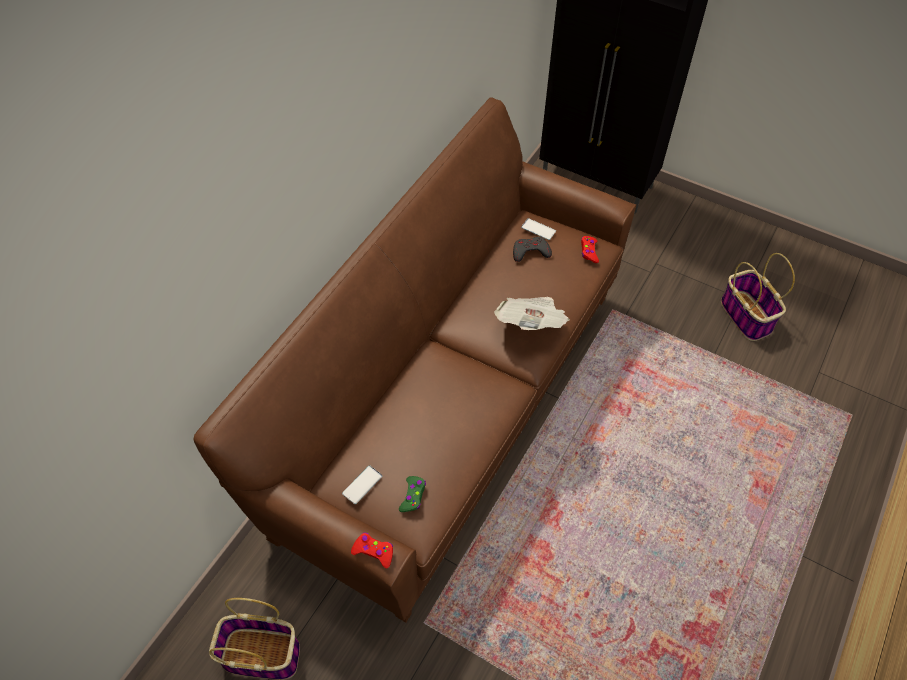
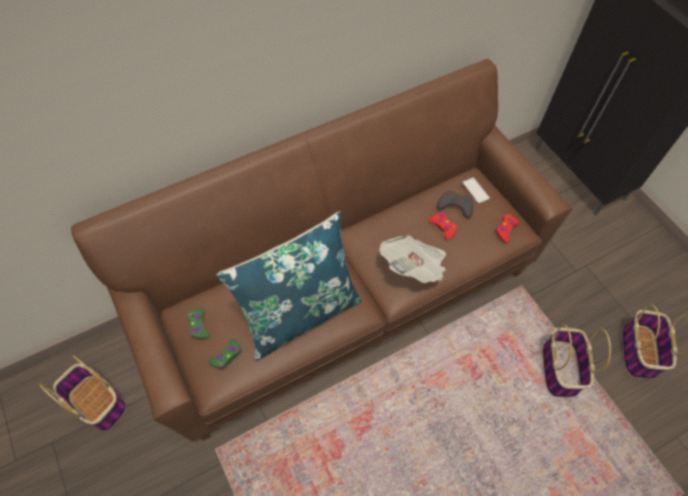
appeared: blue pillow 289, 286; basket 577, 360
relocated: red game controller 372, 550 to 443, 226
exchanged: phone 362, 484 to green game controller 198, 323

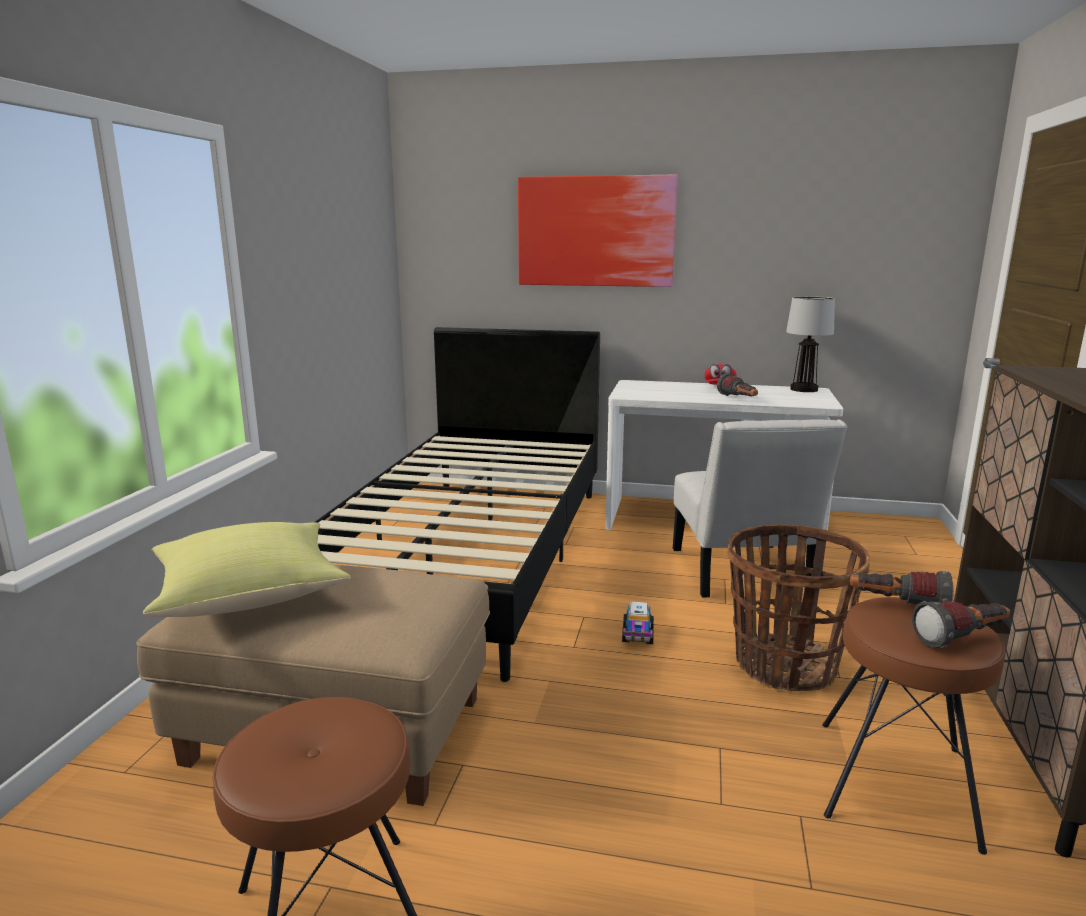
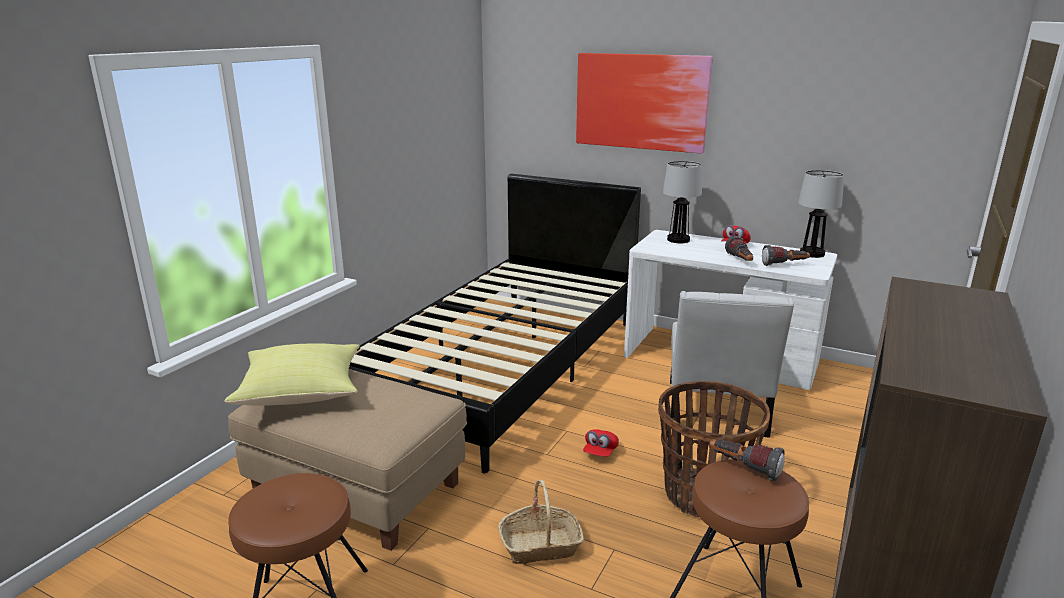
appeared: basket 541, 521; table lamp 682, 202
relocated: flashlight 961, 624 to 786, 255
exchanged: toy truck 638, 623 to red cap 601, 443

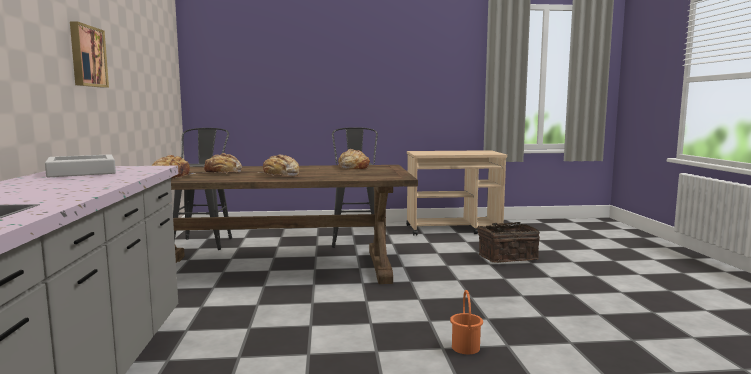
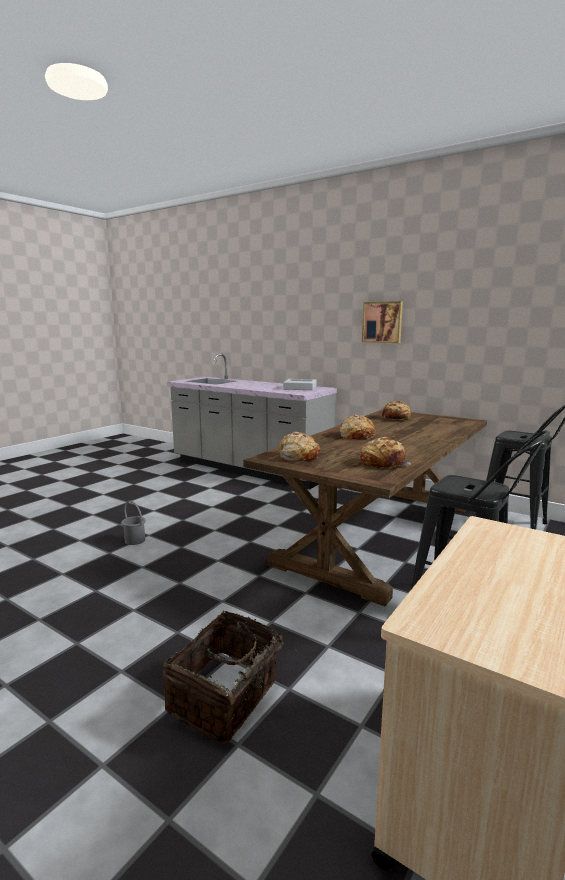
relocated: bread 222, 163 to 299, 447
colour: orange bucket 466, 322 to grey bucket 133, 523

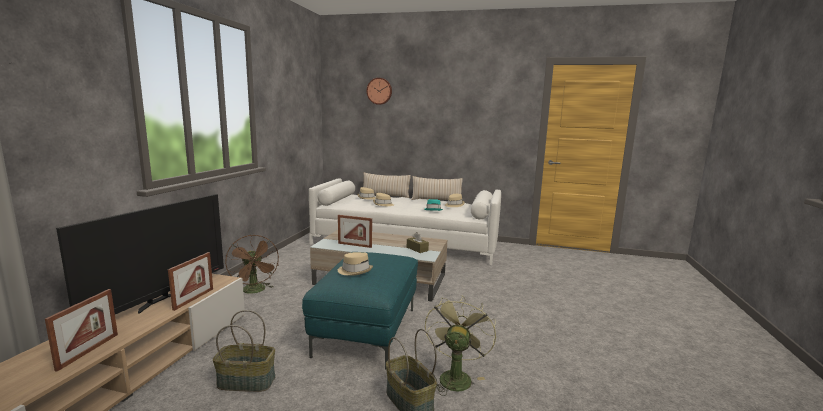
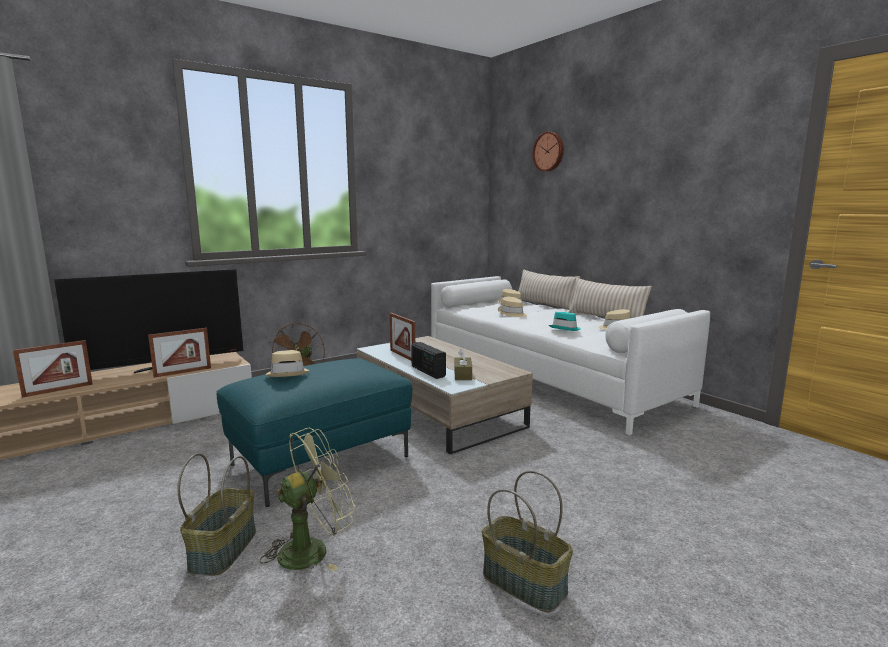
appeared: radio 428, 360
relocated: basket 244, 351 to 527, 541

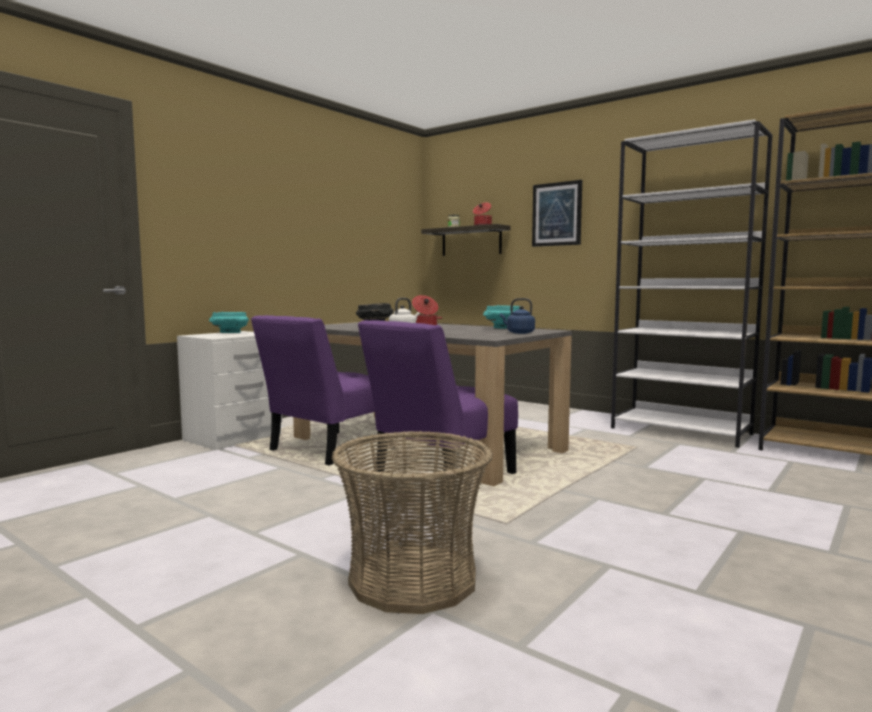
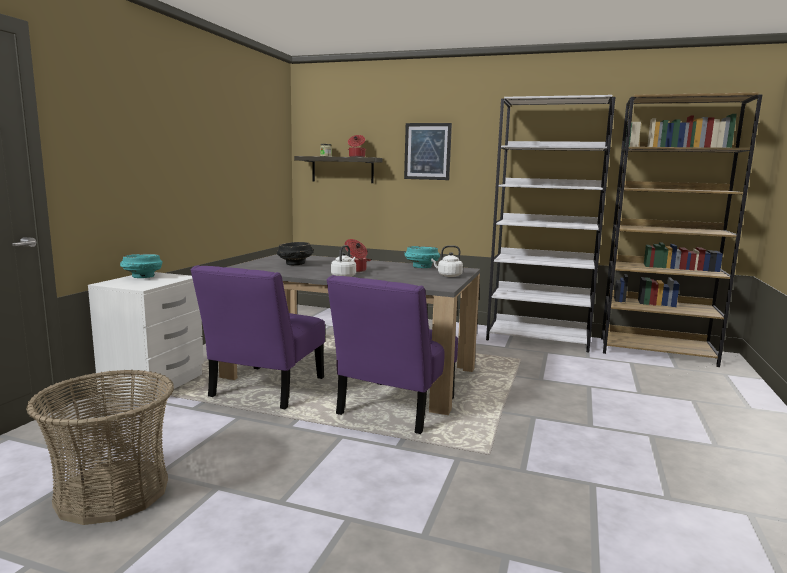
relocated: basket 412, 522 to 100, 447
colour: blue kettle 517, 316 to white kettle 447, 261

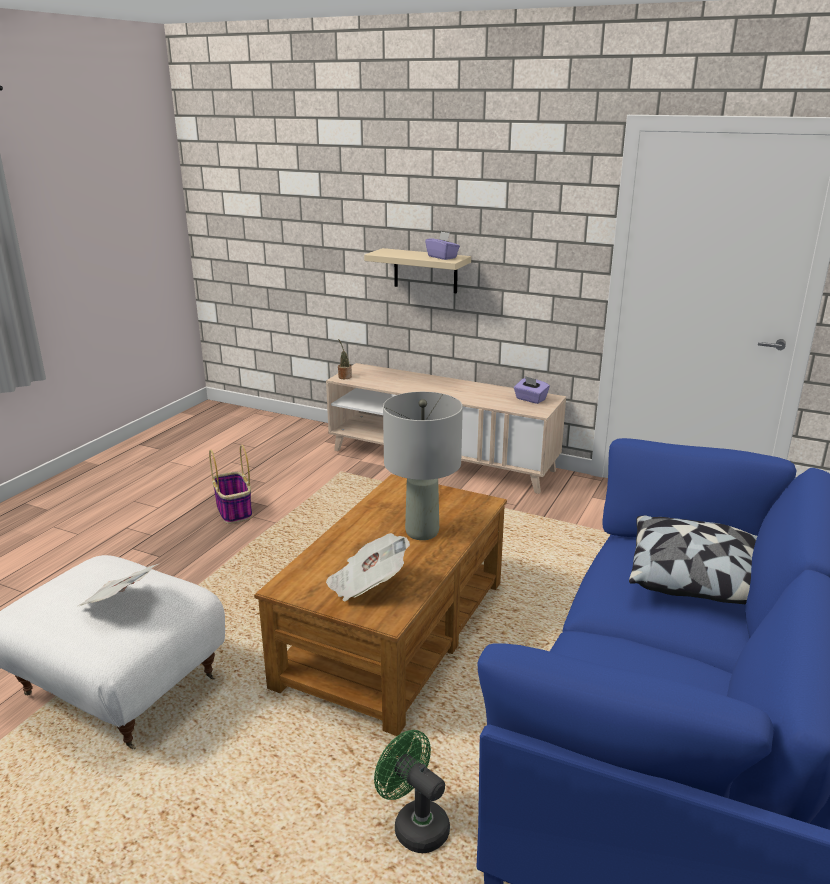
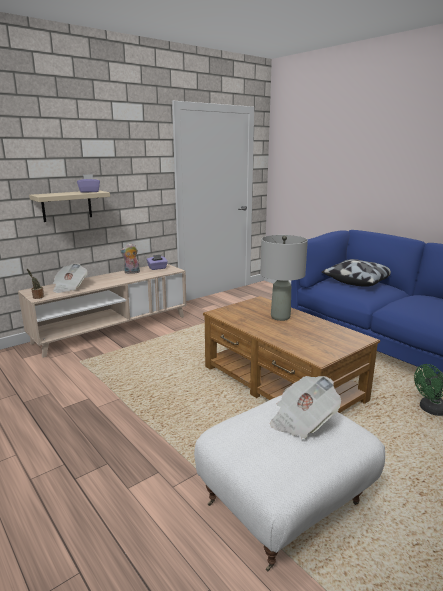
missing: basket 230, 484
appeared: plush toy 130, 258
relocated: newspaper 368, 567 to 70, 278

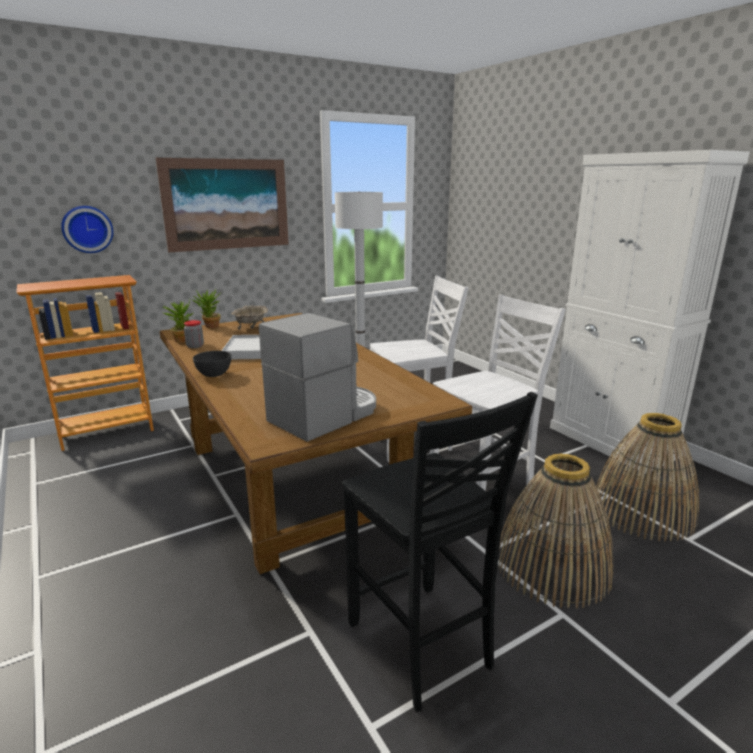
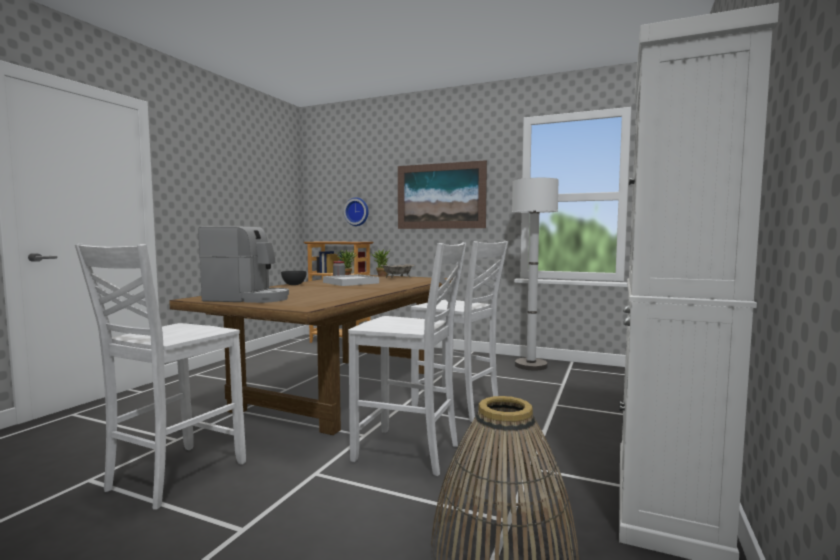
missing: basket 556, 531
colour: black chair 440, 552 to white chair 160, 376

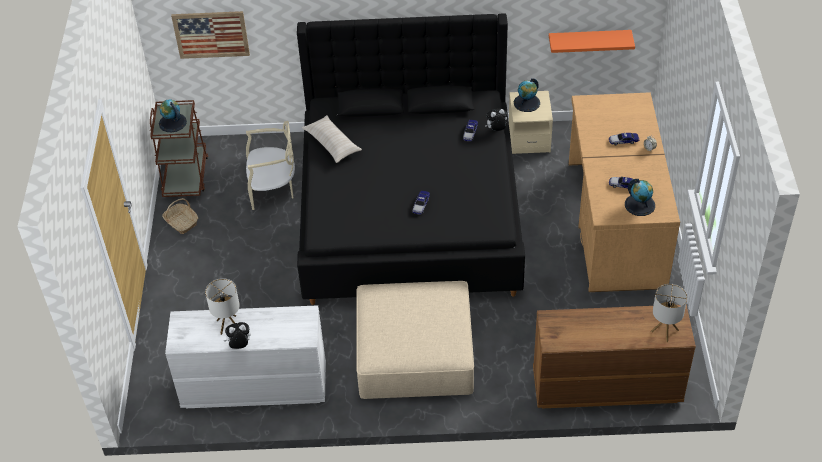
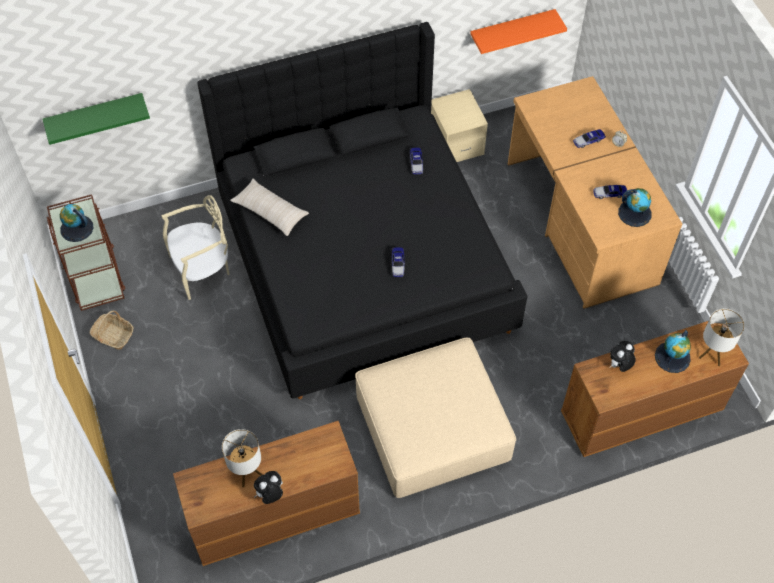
relocated: plush toy 496, 119 to 623, 356; globe 527, 95 to 673, 351
exchanged: picture 210, 35 to green shelf 96, 119
colour: white dresser 245, 356 to brown dresser 266, 493

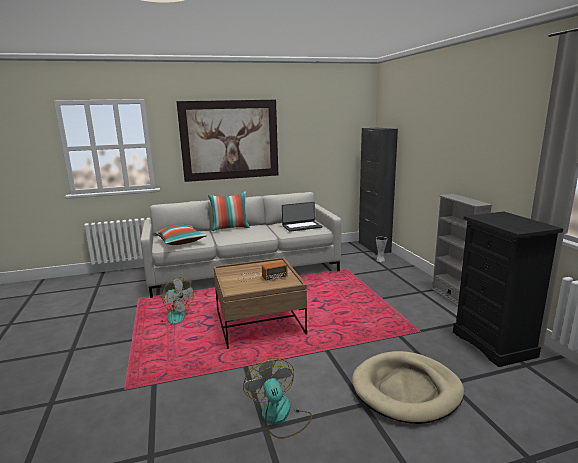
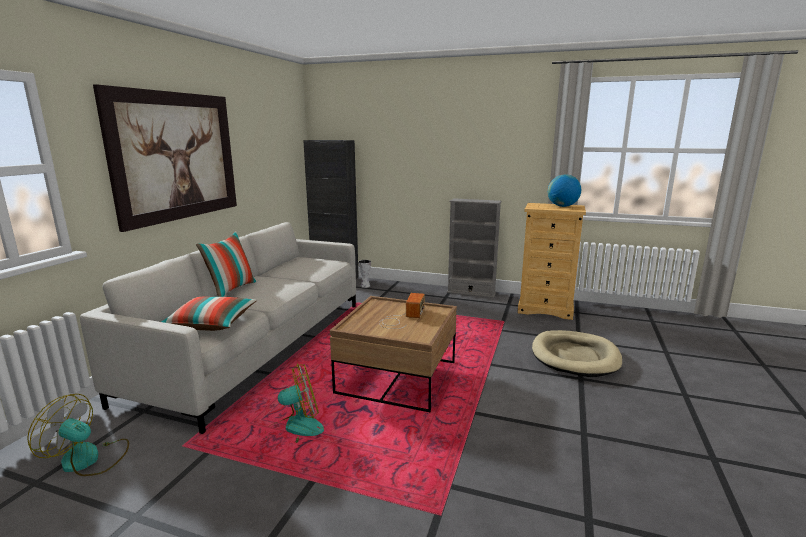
missing: laptop 302, 217
appeared: globe 564, 191
relocated: fan 277, 398 to 78, 435
colour: black dresser 508, 289 to beige dresser 551, 261

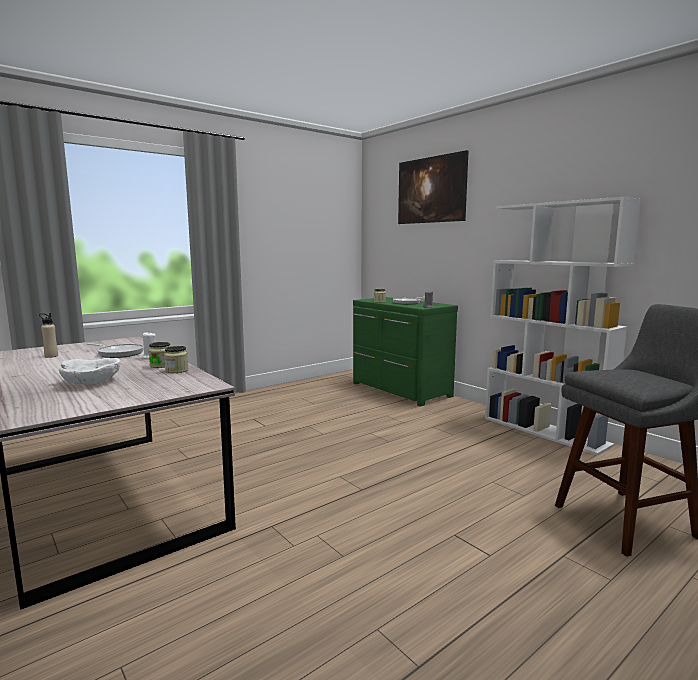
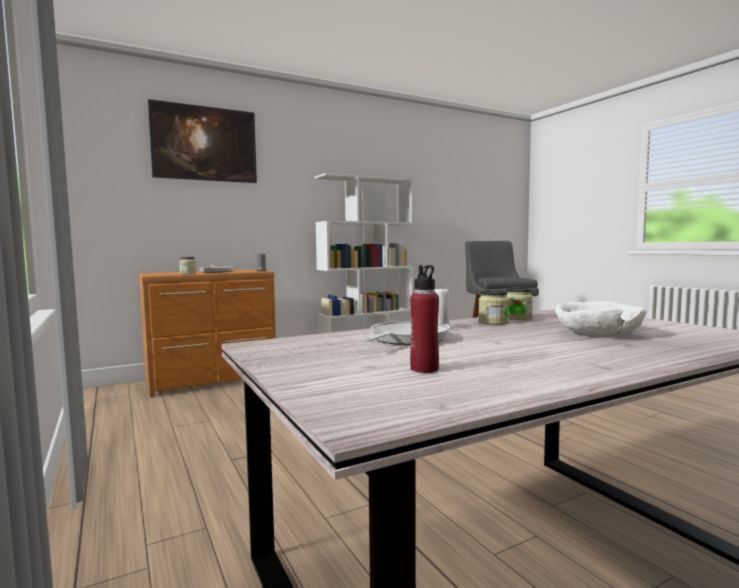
colour: beige bottle 48, 335 to red bottle 424, 319; green dresser 405, 352 to brown dresser 207, 333

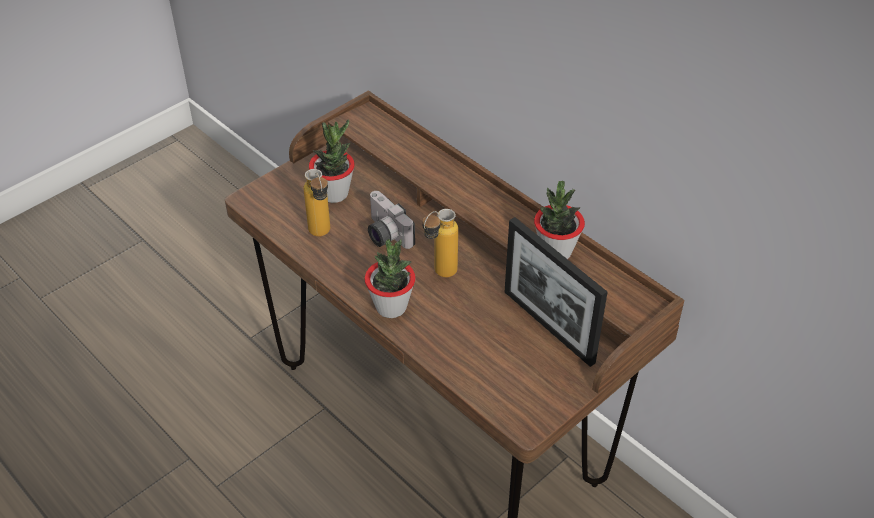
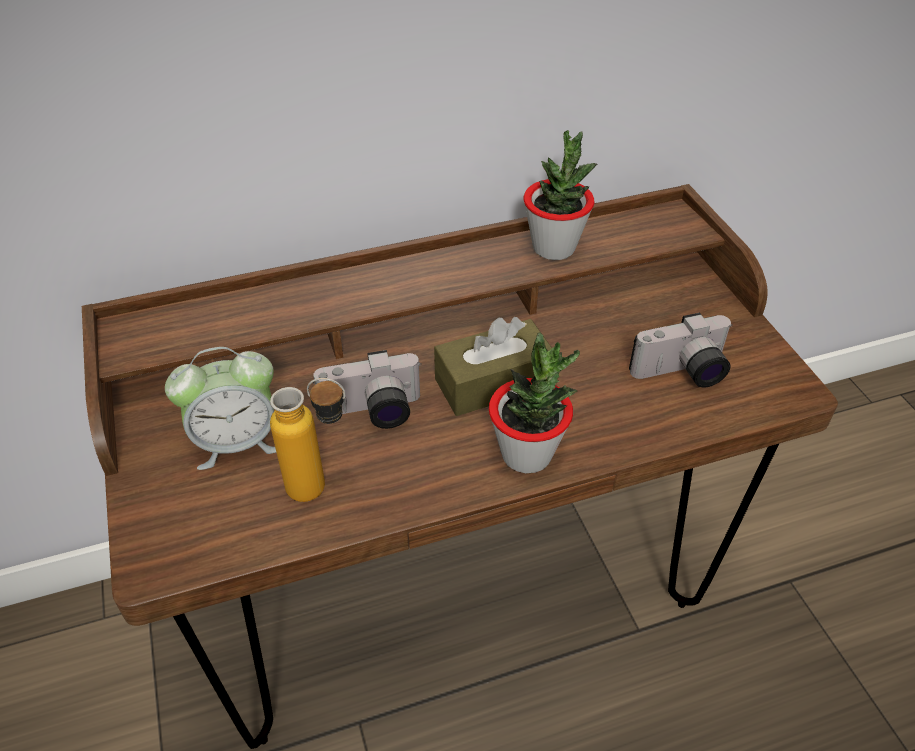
missing: picture frame 556, 292
appeared: photo camera 681, 350
exchanged: potted plant 332, 161 to alarm clock 220, 408; bottle 440, 243 to brown tissue box 493, 366

